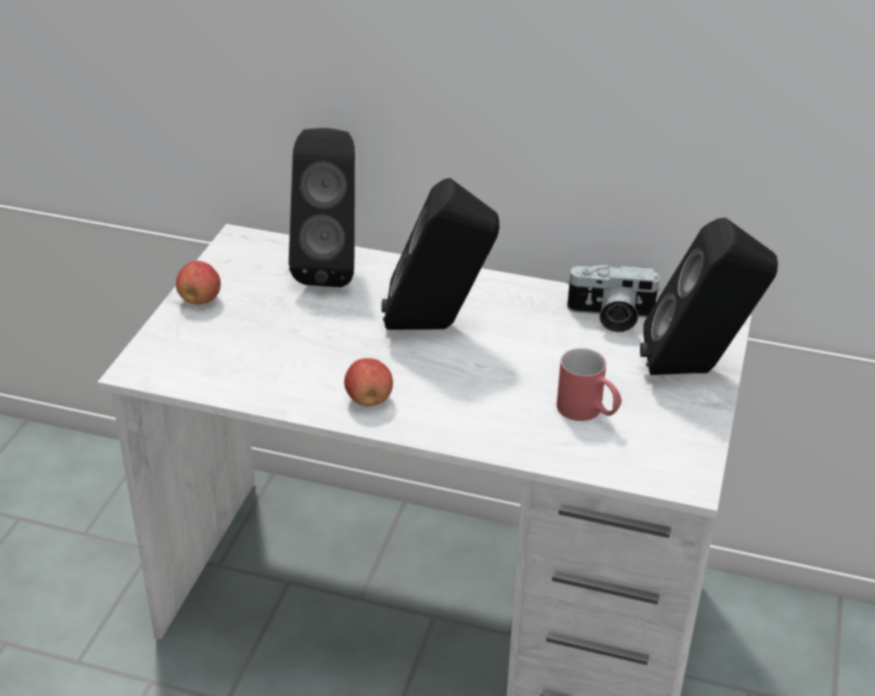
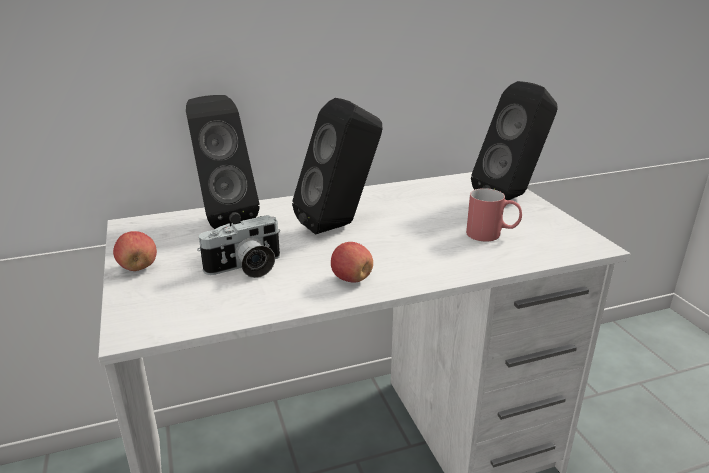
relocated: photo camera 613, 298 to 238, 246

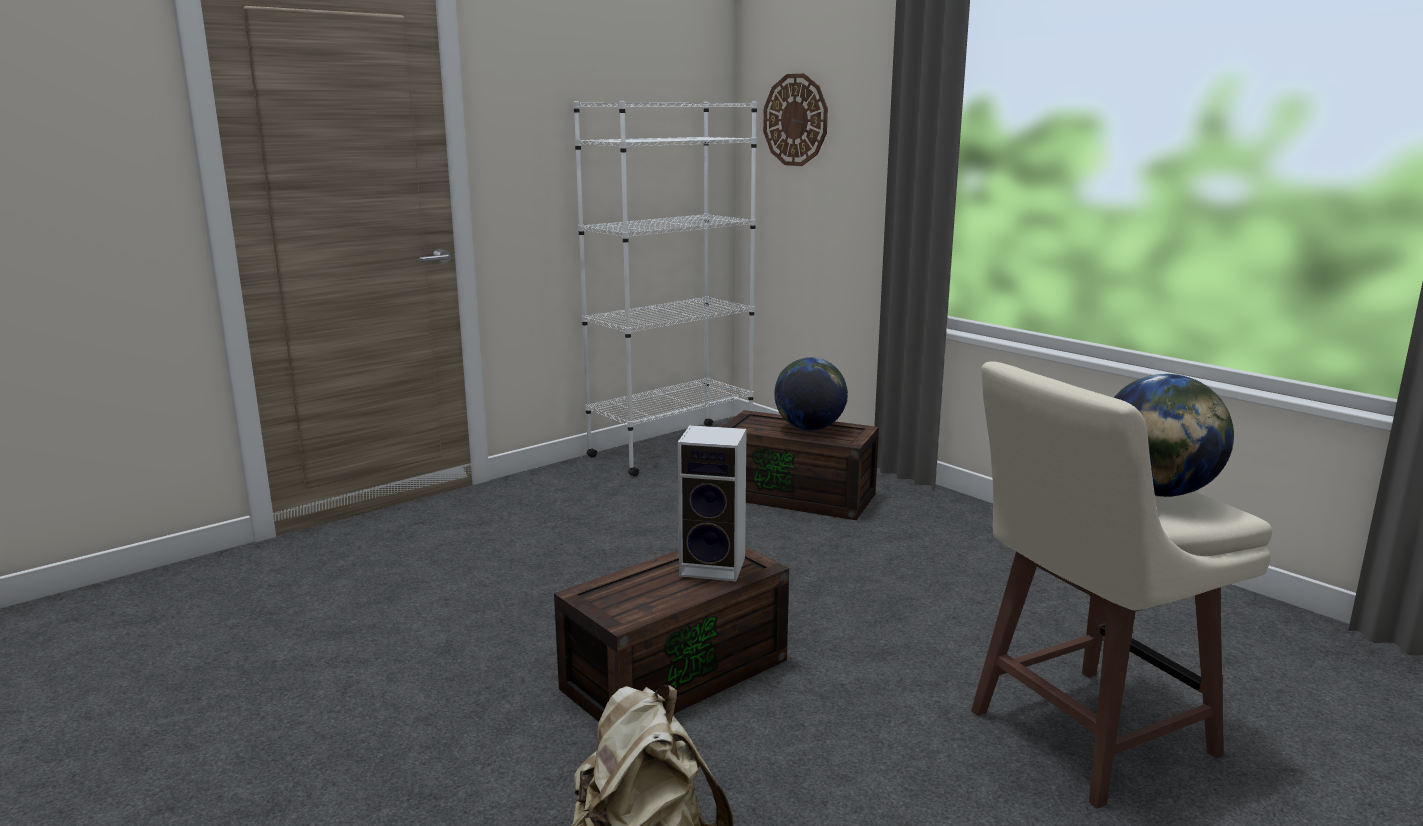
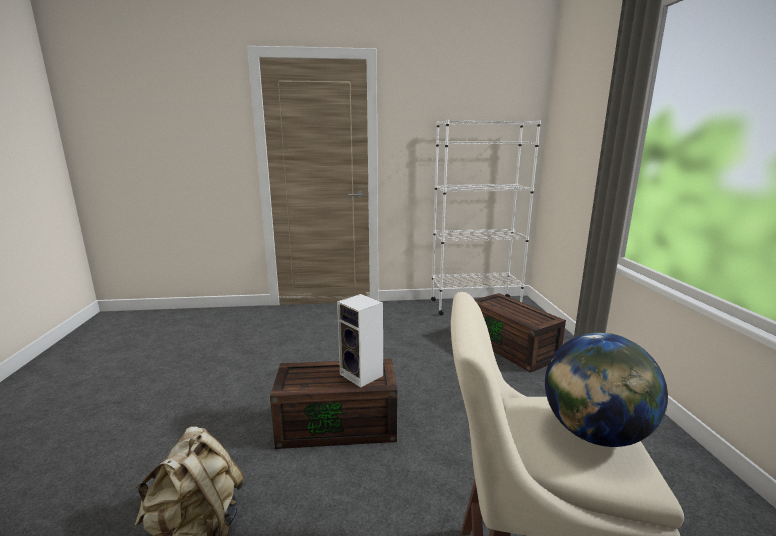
missing: wall clock 795, 120; globe 811, 394

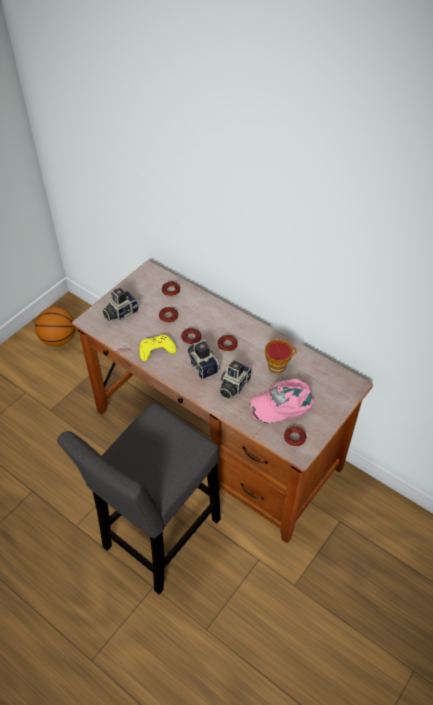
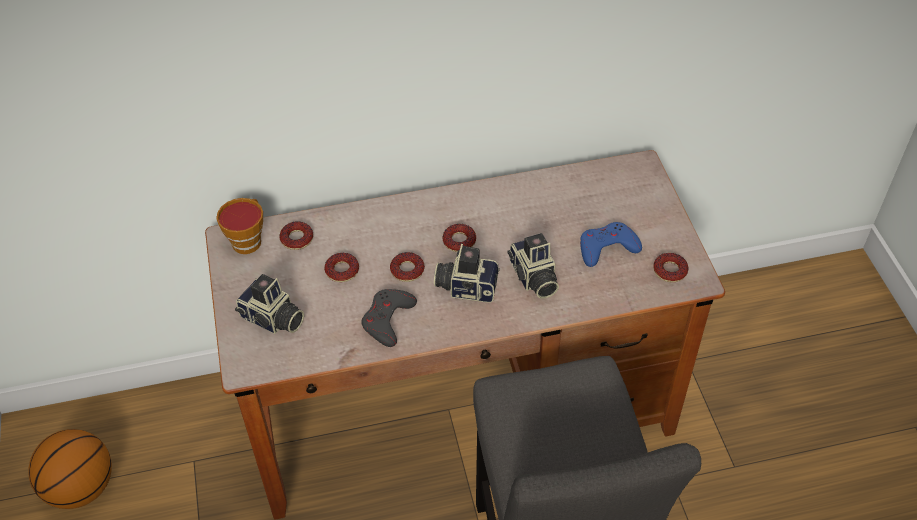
relocated: cup 281, 356 to 239, 226
exchanged: pink cap 281, 401 to blue game controller 611, 244
colour: yellow game controller 158, 348 to grey game controller 389, 318
spun: photo camera 120, 304 = 269, 304 60 degrees counterclockwise

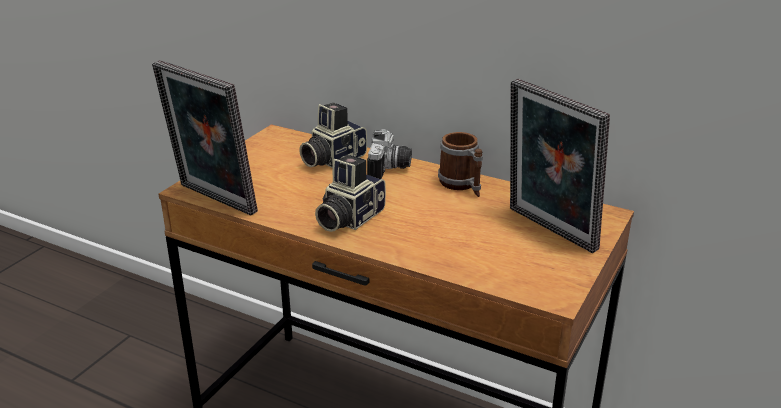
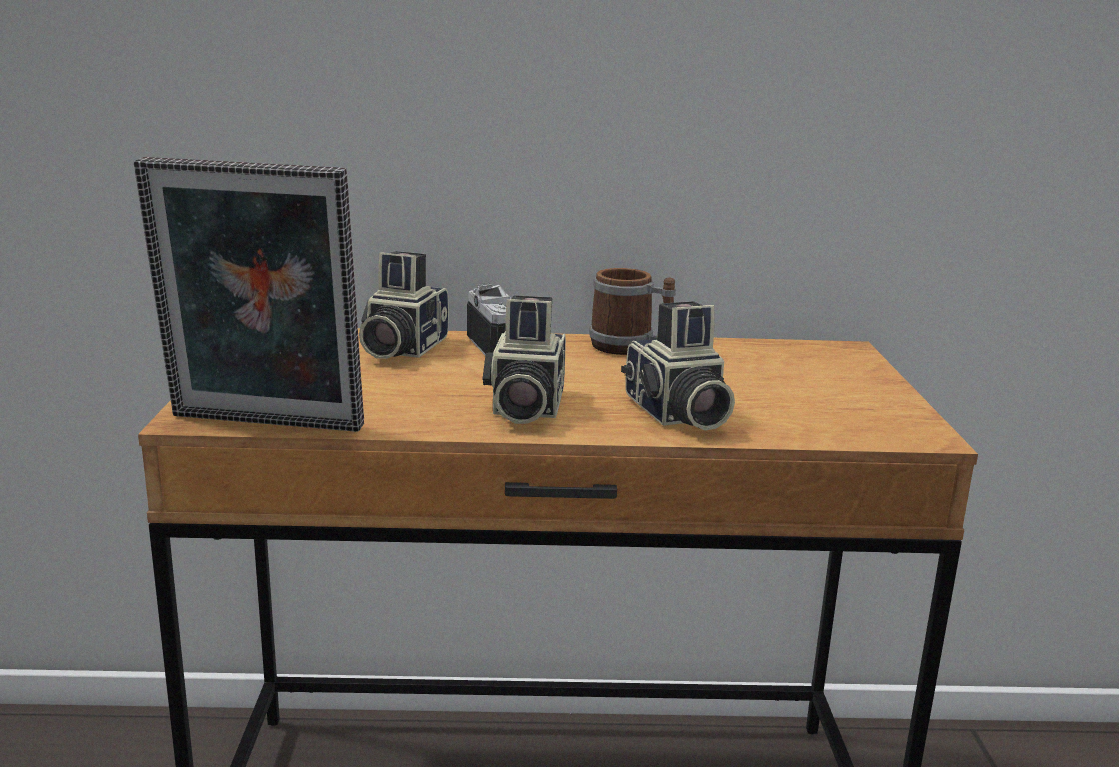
missing: picture frame 560, 166
appeared: photo camera 678, 366

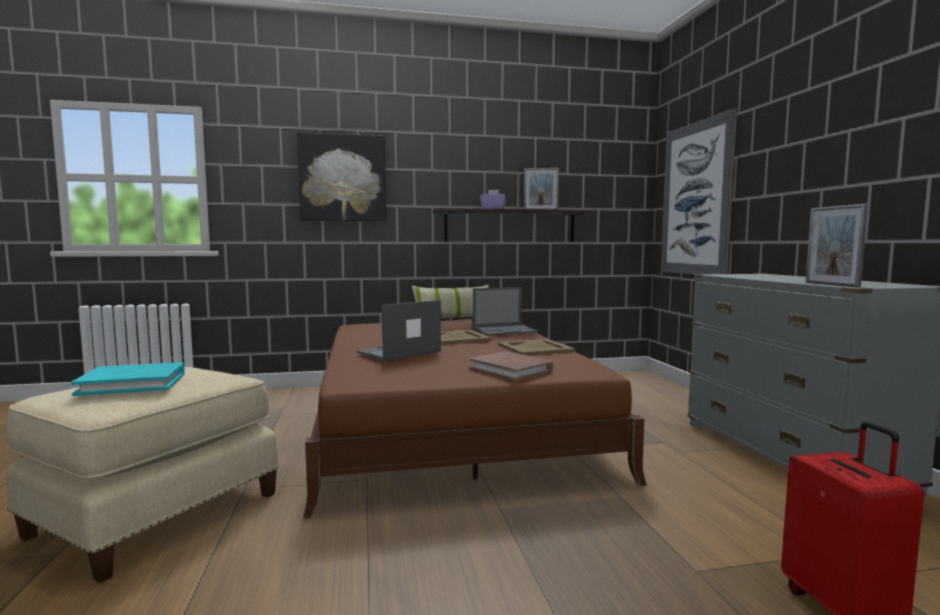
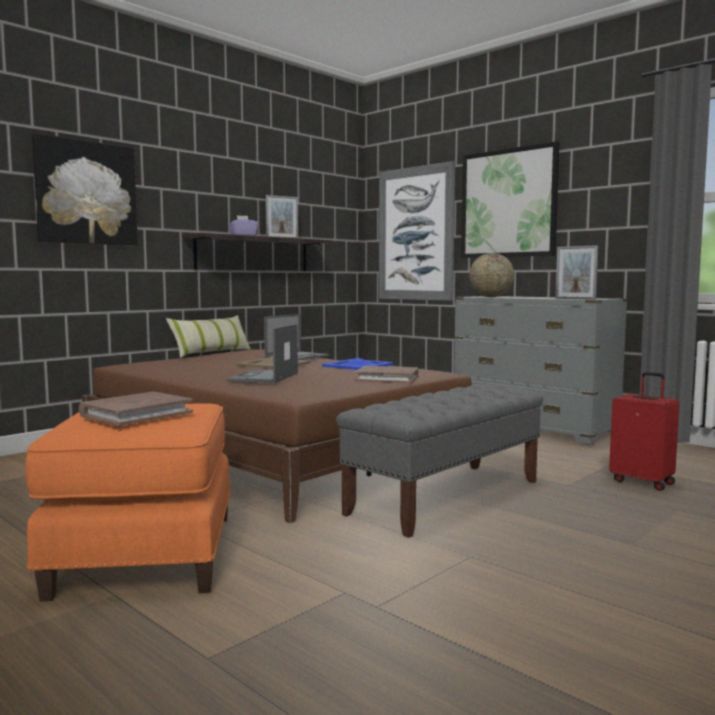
appeared: grey bench 439, 461; picture 510, 199; globe 491, 275
colour: beige ottoman 142, 475 to orange ottoman 128, 502; turquoise book 127, 379 to brown book 136, 409; beige tray 536, 347 to blue tray 358, 364

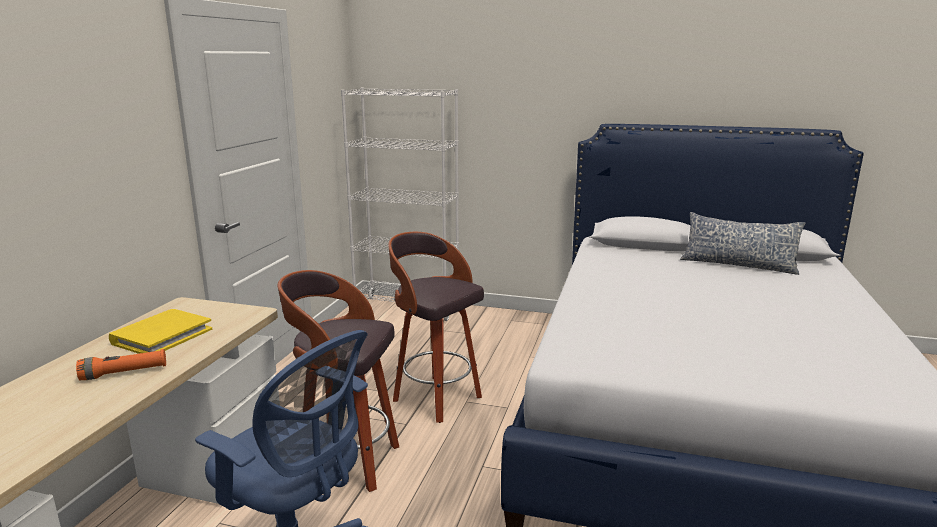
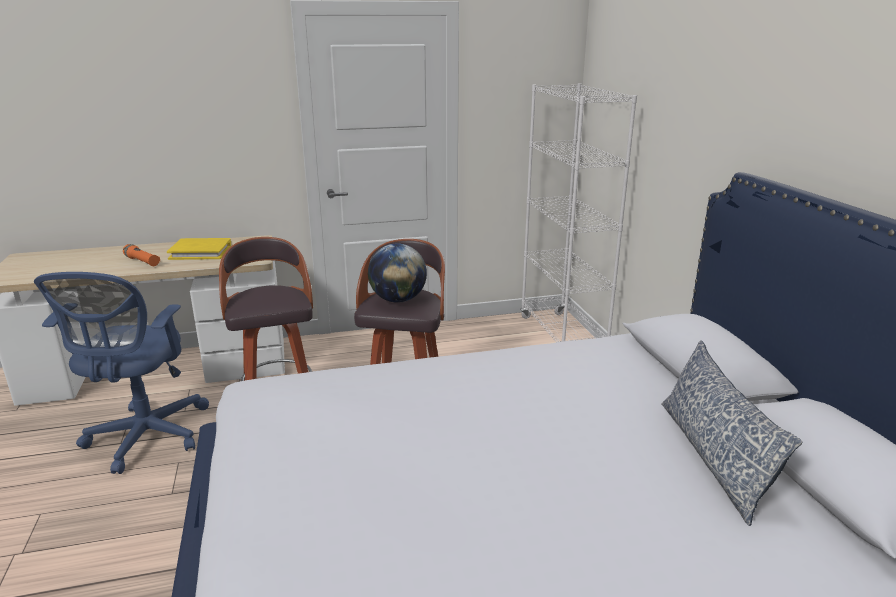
appeared: globe 397, 273

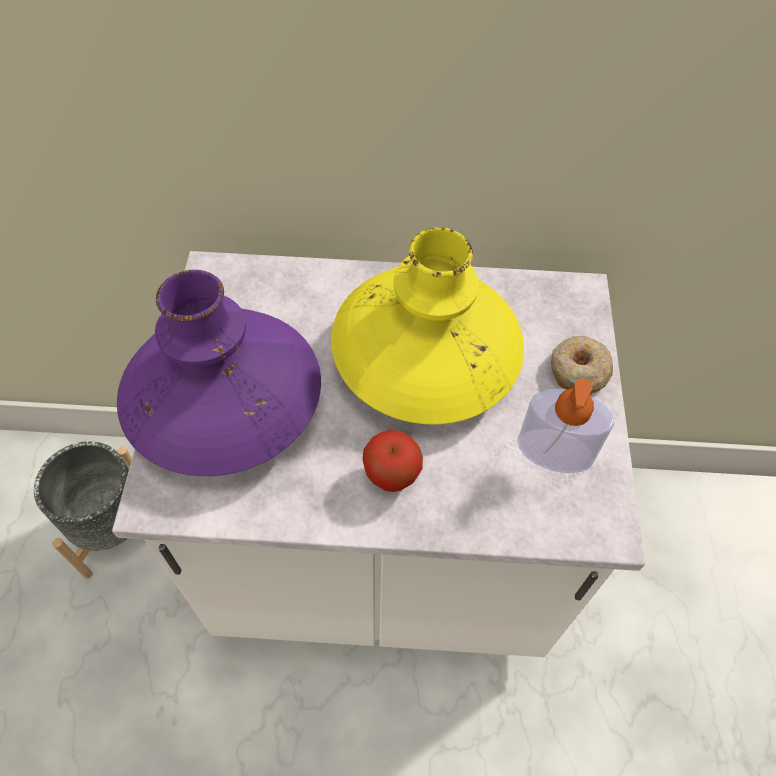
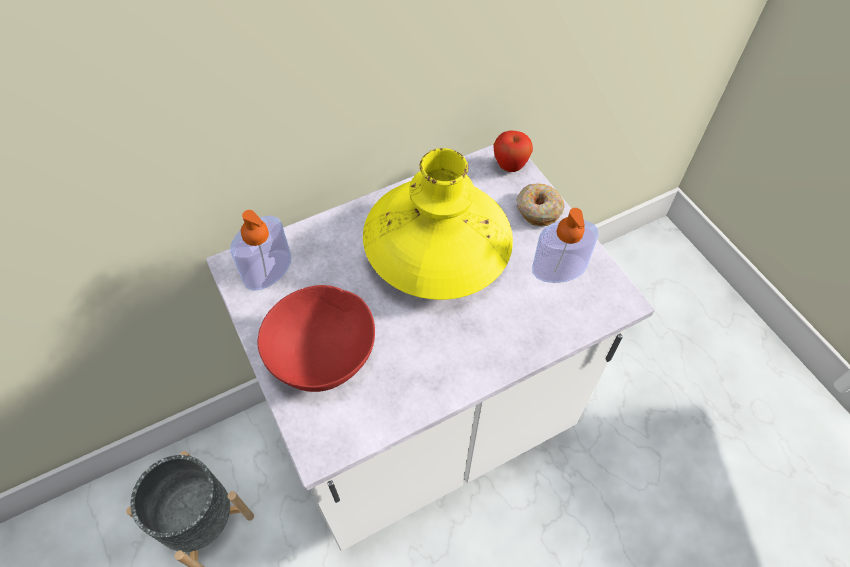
appeared: soap dispenser 260, 250
relocated: apple 393, 461 to 513, 151
exchanged: purple vase 219, 373 to red bowl 316, 338

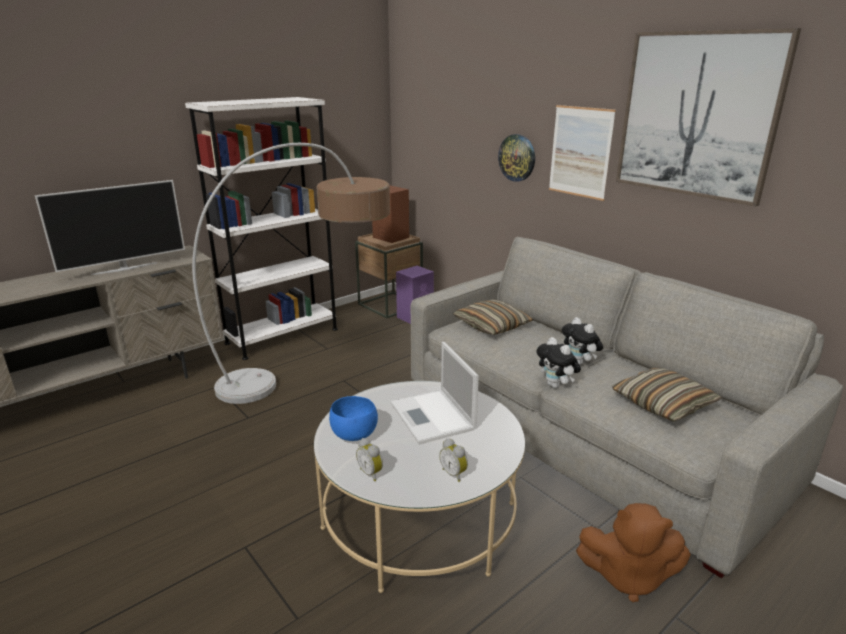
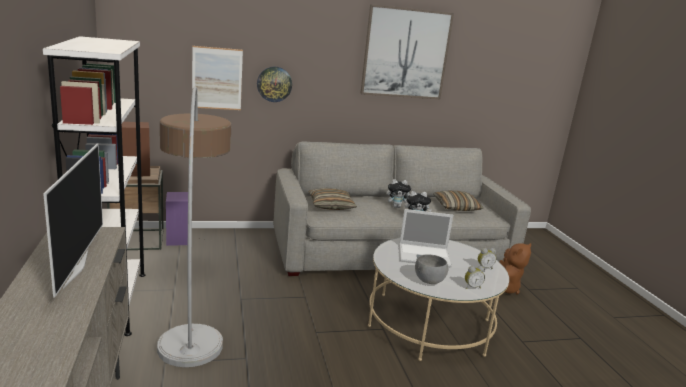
relocated: picture 582, 153 to 217, 78
colour: blue bowl 353, 418 to grey bowl 431, 269

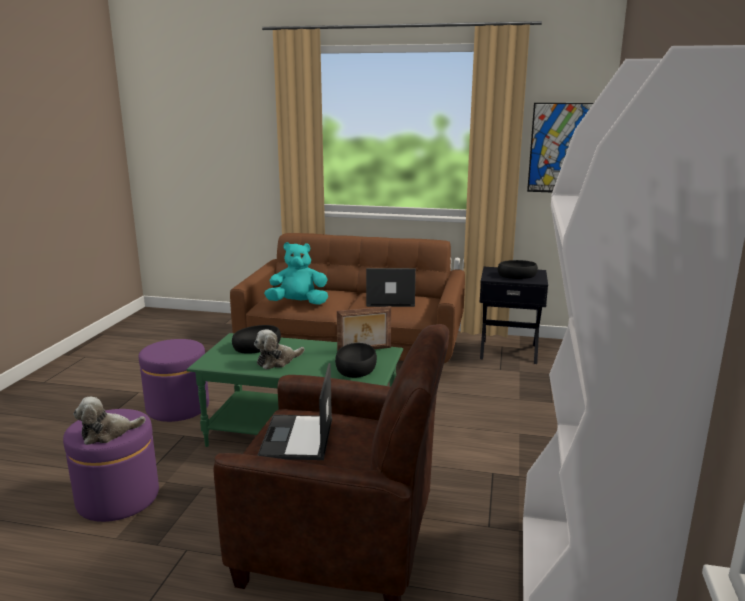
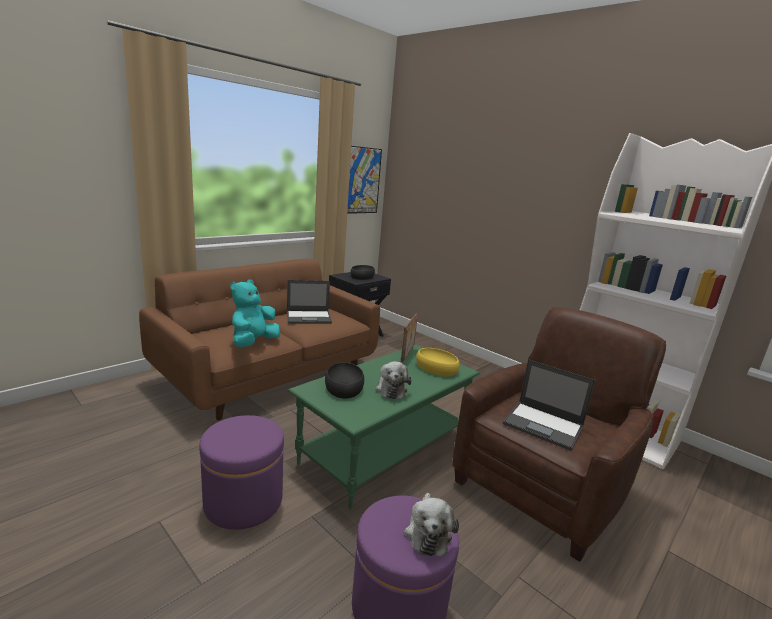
colour: black bowl 356, 360 to yellow bowl 438, 362
spun: laptop 391, 287 = 309, 302 135 degrees counterclockwise

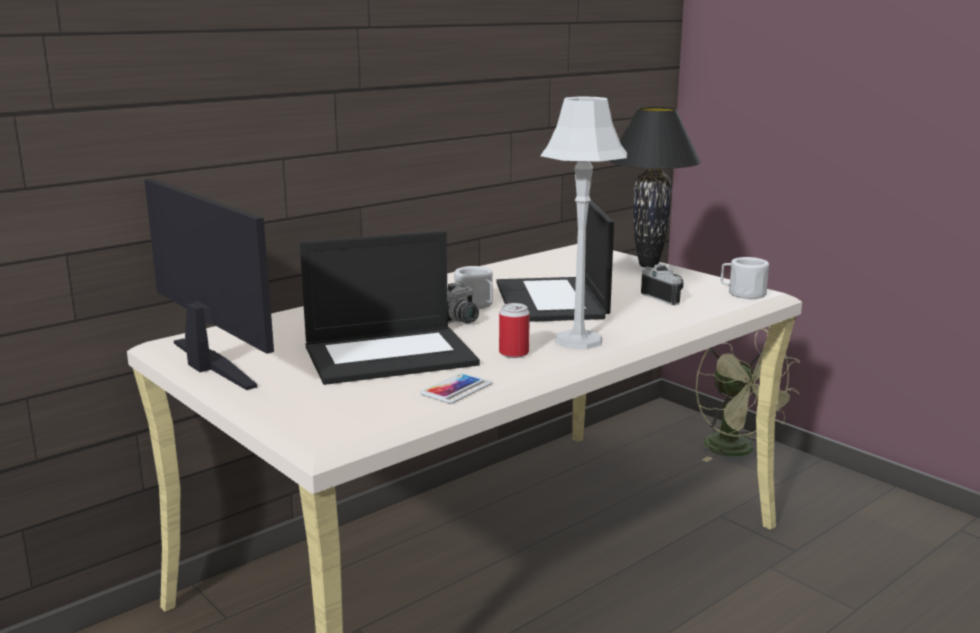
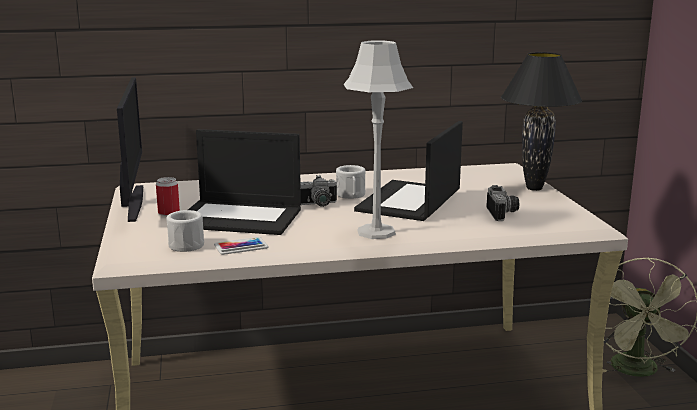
relocated: can 514, 330 to 168, 196; white mug 745, 278 to 185, 231

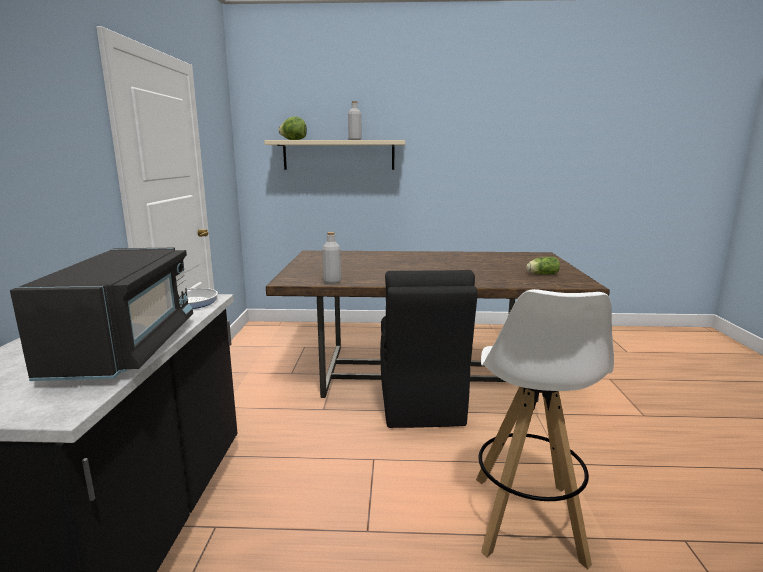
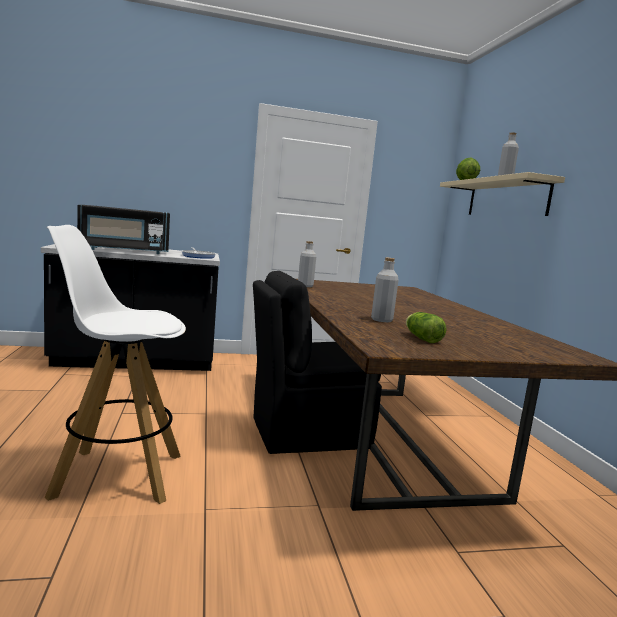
appeared: grey bottle 385, 289

